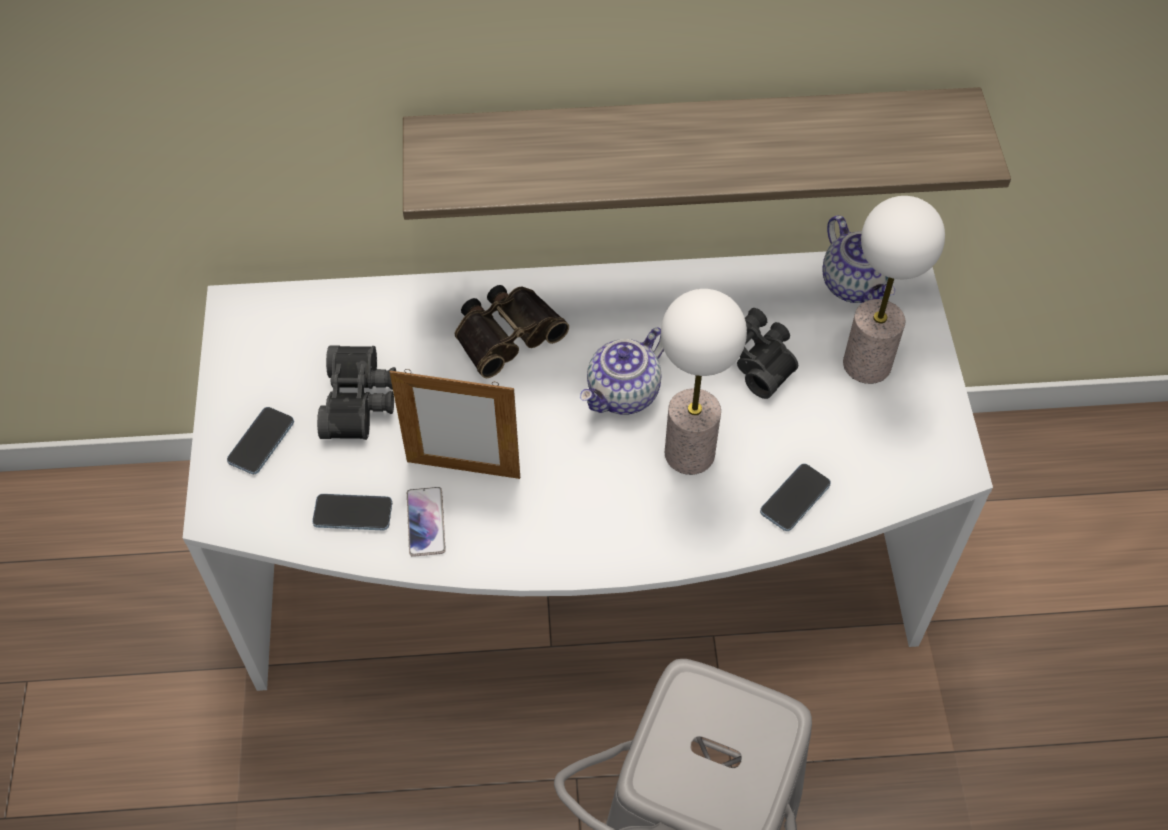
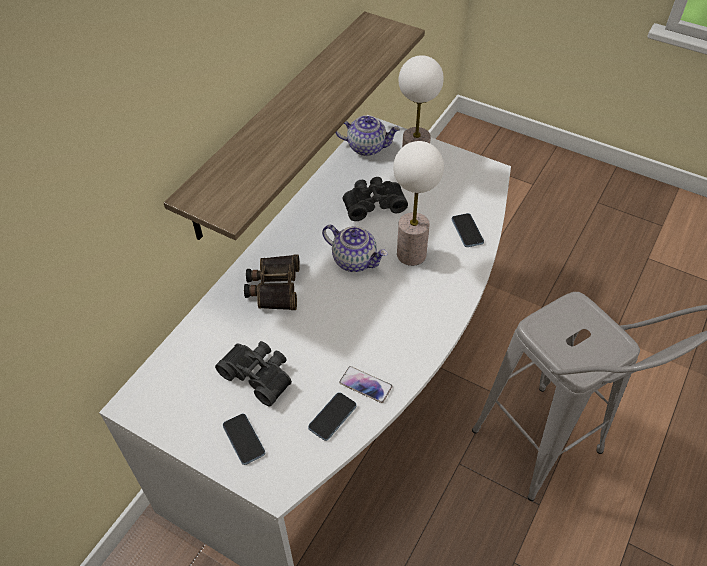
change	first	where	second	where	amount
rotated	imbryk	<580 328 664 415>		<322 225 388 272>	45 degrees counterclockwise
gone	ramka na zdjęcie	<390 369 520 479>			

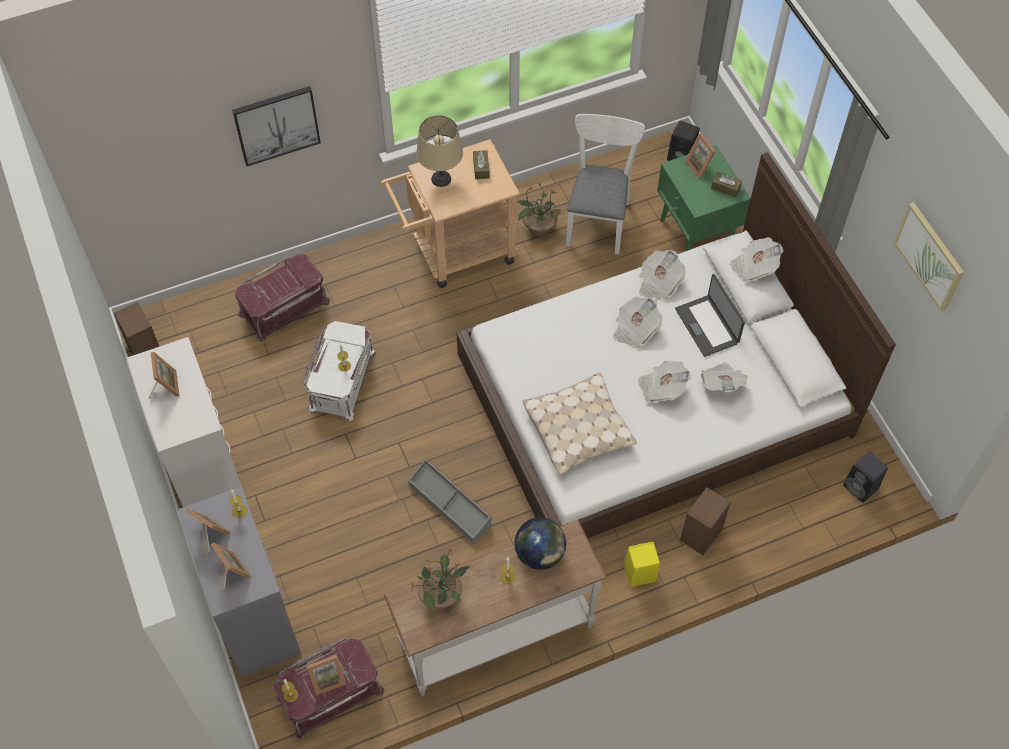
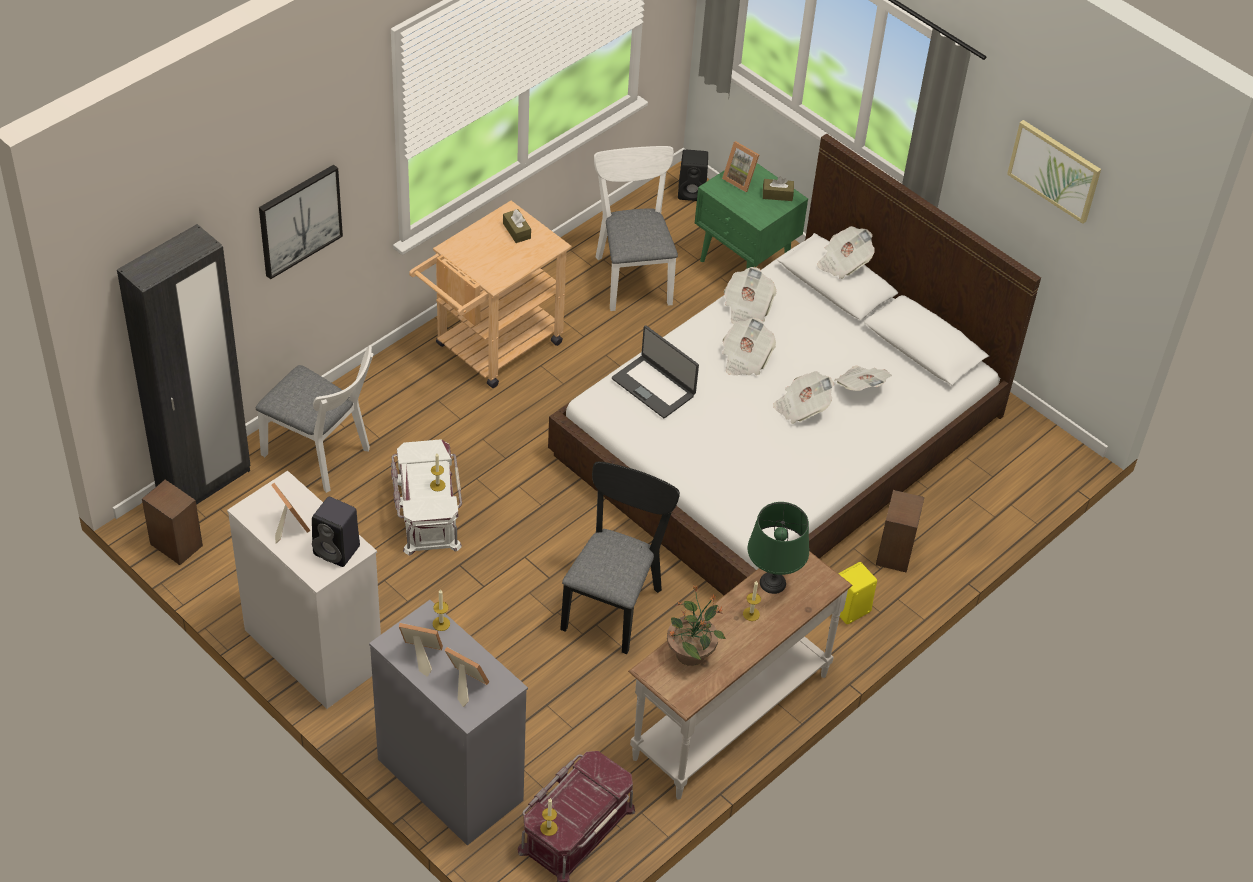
change	first	where	second	where	amount
new			szafa (czarny)	<117 224 250 505>	
swapped	pojemnik do przechowywania (czerwony)	<235 254 330 342>	krzesło (biały)	<256 346 373 493>	
shifted	głośnik (czarny)	<843 452 888 503>		<312 497 360 567>	
swapped	pojemnik do przechowywania (szary)	<408 459 491 544>	krzesło (czarny)	<560 462 680 654>	
shifted	laptop	<675 274 745 357>		<612 325 699 418>	
swapped	globus	<515 518 566 570>	lampa stołowa (zielony)	<747 502 809 594>	
gone	ramka na zdjęcie	<306 655 346 695>			
gone	lampa stołowa (beżowy)	<416 115 463 187>			
gone	roślina doniczkowa	<516 183 562 237>			
gone	poduszka (beżowy)	<522 373 637 475>			

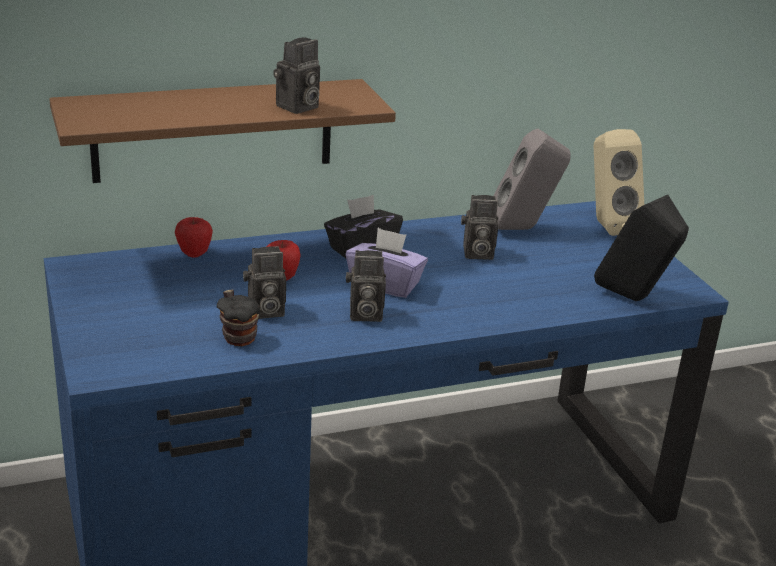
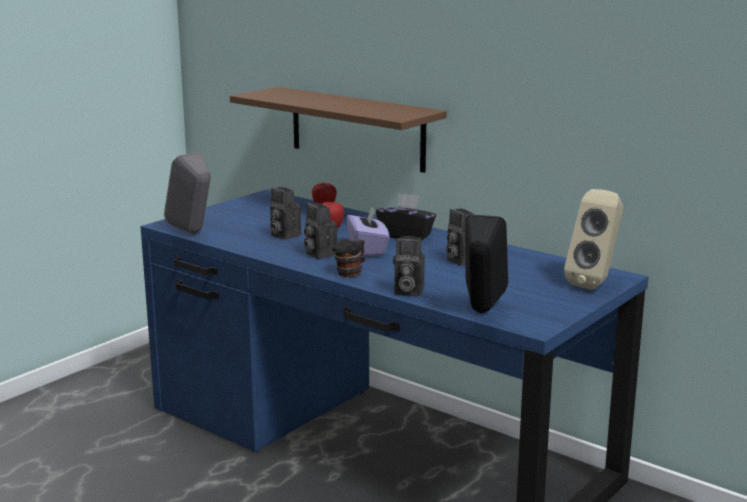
change	first	where	second	where	amount
shifted	głośnik (szary)	<494 129 571 230>		<164 152 211 234>	
shifted	kubek	<217 290 260 346>		<332 239 365 277>	
shifted	aparat fotograficzny	<273 37 320 114>		<393 236 425 297>	

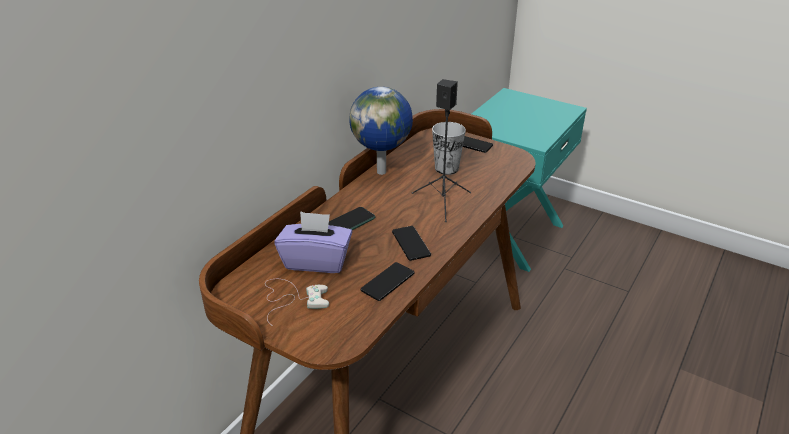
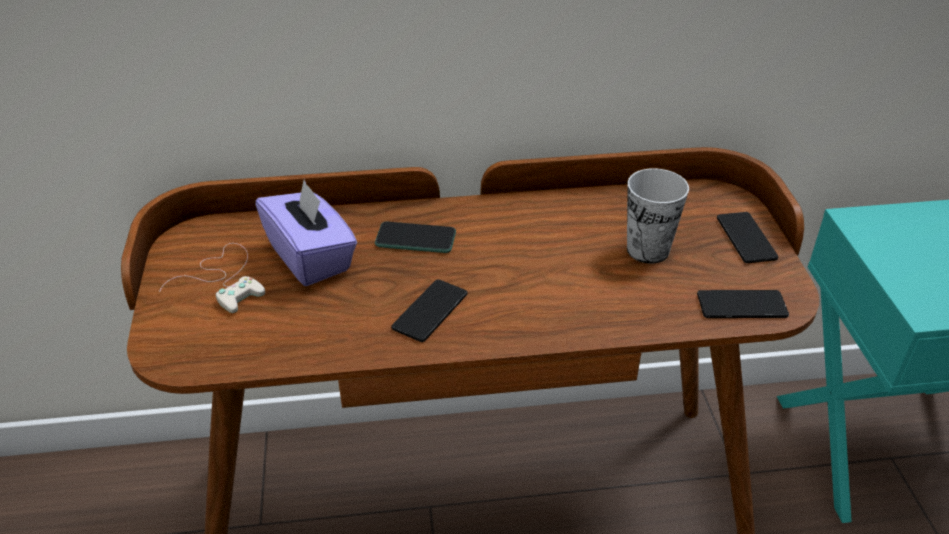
change	first	where	second	where	amount
shifted	telefon	<361 262 415 301>		<697 290 789 318>	
gone	globus	<349 87 413 175>			
gone	głośnik (czarny)	<412 79 471 222>			

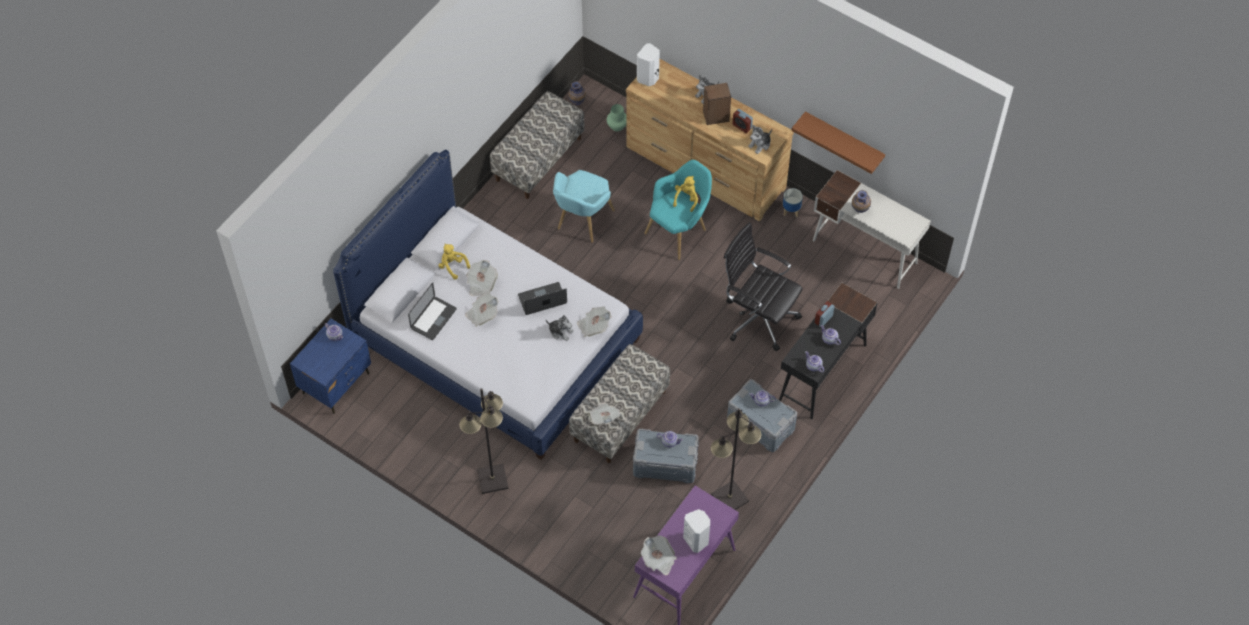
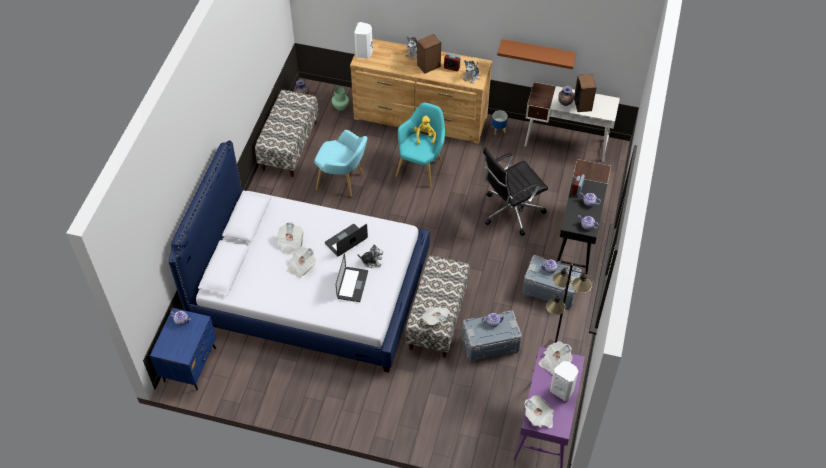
change	first	where	second	where	amount
rotated	fotel (turkusowy)	<553 170 615 243>		<314 130 367 197>	75 degrees counterclockwise
shifted	laptop	<408 283 457 340>		<336 254 368 302>	
rotated	krzesło biurowe (czarny)	<724 222 803 351>		<483 147 548 236>	45 degrees counterclockwise
shifted	gazeta	<577 306 611 337>		<539 341 573 374>	
new			głośnik	<574 74 596 112>	
gone	pluszak (żółty)	<438 244 470 280>			
gone	lampa stojąca (czarny)	<460 388 509 494>			

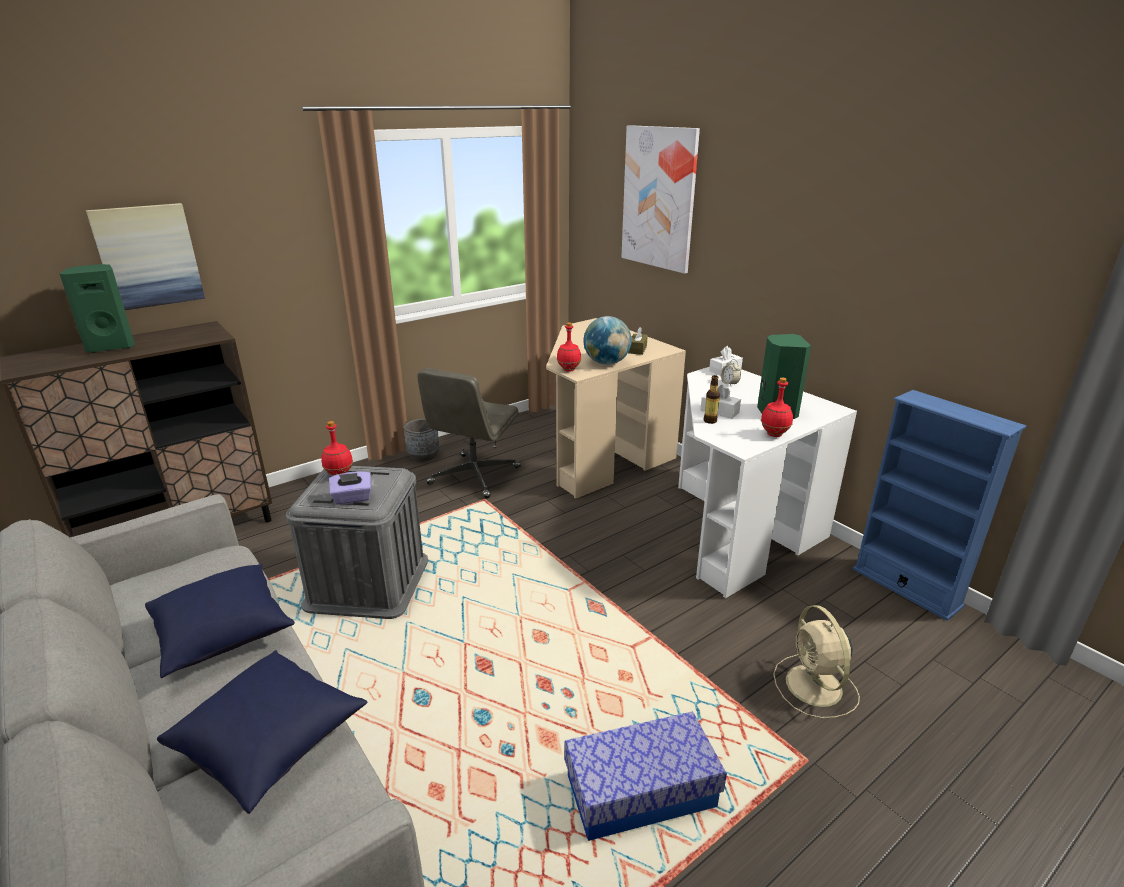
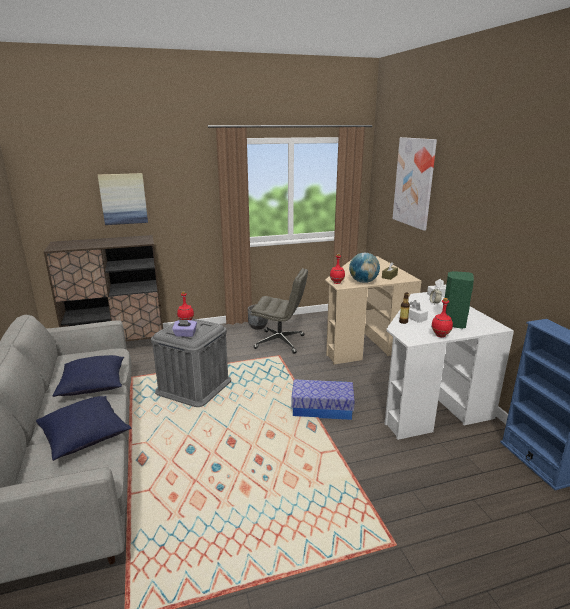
change	first	where	second	where	amount
rotated	krzesło biurowe (szary)	<417 368 521 498>		<251 268 308 354>	120 degrees counterclockwise
shifted	pojemnik do przechowywania	<564 711 727 841>		<291 379 355 420>	
gone	głośnik (zielony)	<60 264 135 353>			
gone	wentylator (beżowy)	<773 605 860 718>			

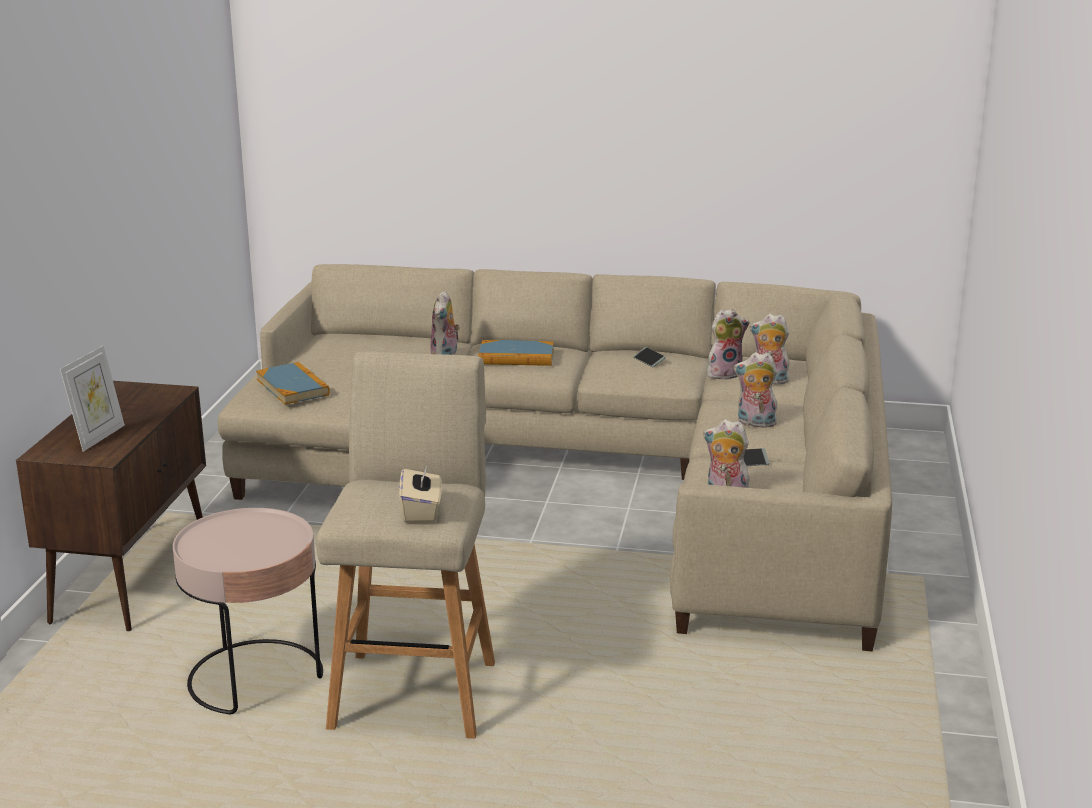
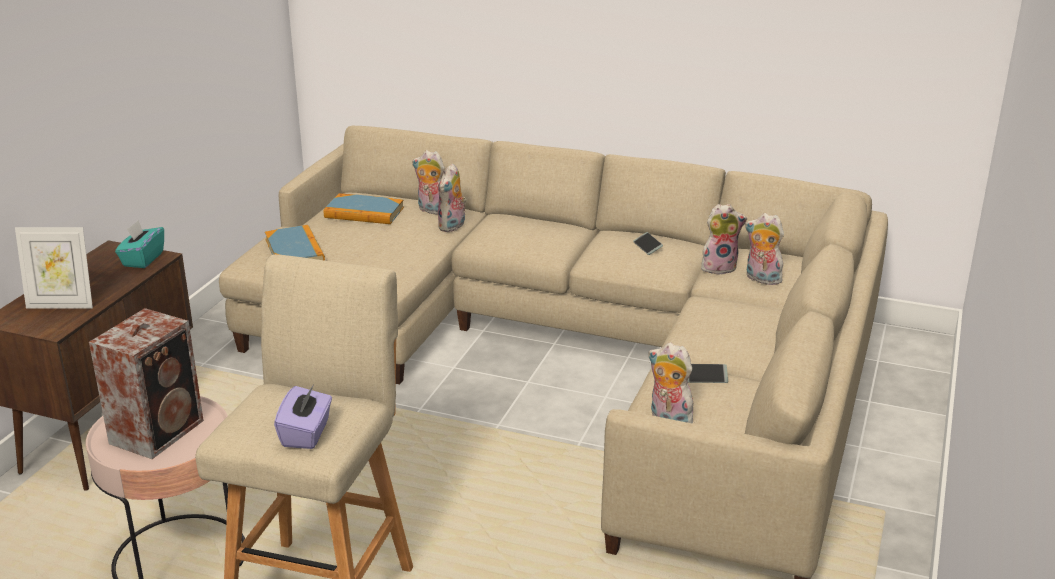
change	first	where	second	where	amount
rotated	ramka na zdjęcie	<60 346 125 452>		<15 227 93 308>	60 degrees clockwise
new			głośnik	<89 308 204 459>	
new			pudełko chusteczek (turkusowy)	<115 220 164 268>	
repainted	pudełko chusteczek (beżowy)	<399 463 442 523>	pudełko chusteczek (fioletowy)	<274 386 332 449>	
shifted	książka	<478 340 554 366>		<324 193 404 224>	
shifted	pluszak	<734 352 777 428>		<412 150 445 215>	

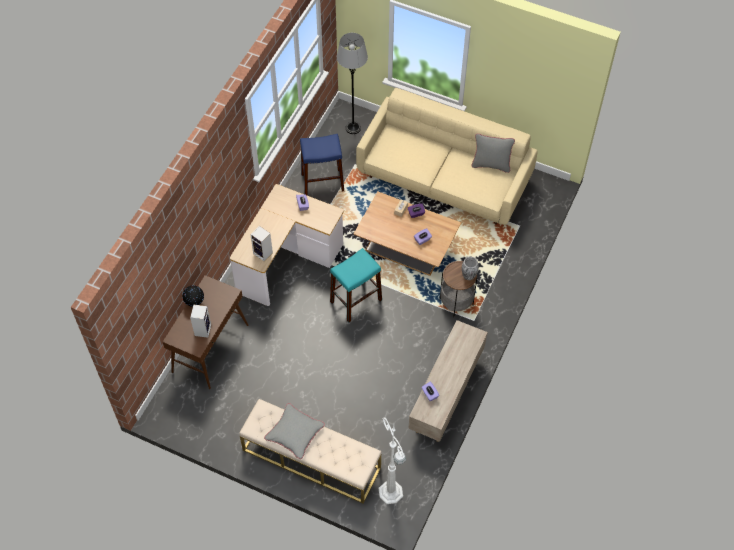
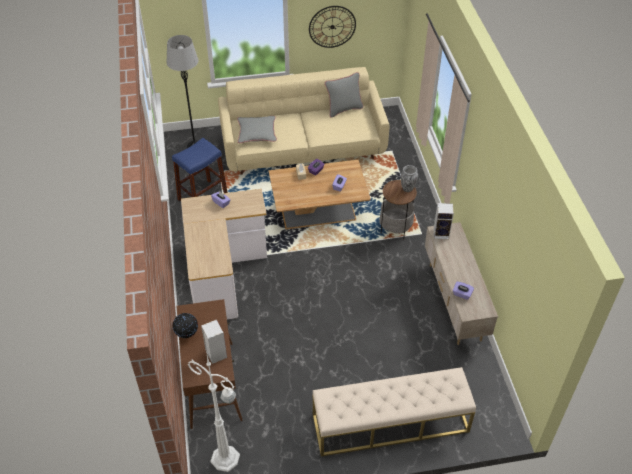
change	first	where	second	where	amount
shifted	lampa stojąca (biały)	<378 417 406 504>		<188 351 240 472>	
shifted	poduszka (szary)	<264 403 325 459>		<237 116 277 143>	
new			zegar ścienny	<309 6 356 48>	
shifted	głośnik	<250 226 273 261>		<434 203 454 239>	
gone	stołek (turkusowy)	<330 248 382 322>			

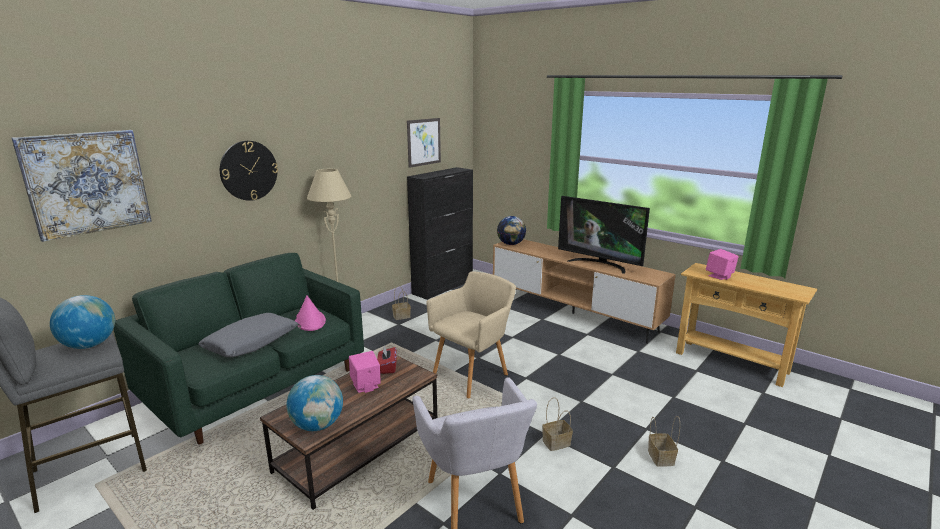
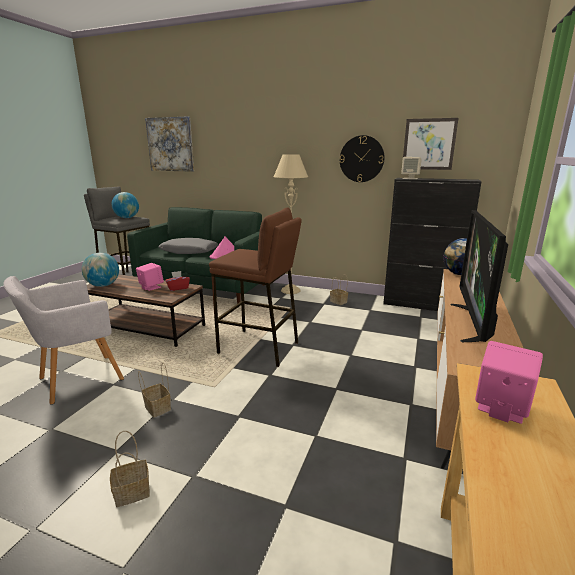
change	first	where	second	where	amount
swapped	fotel (beżowy)	<426 271 516 398>	stołek (brązowy)	<209 207 302 367>	
shifted	zegar ścienny	<220 141 278 201>		<340 135 385 182>	
new			głośnik (beżowy)	<401 157 422 179>	

